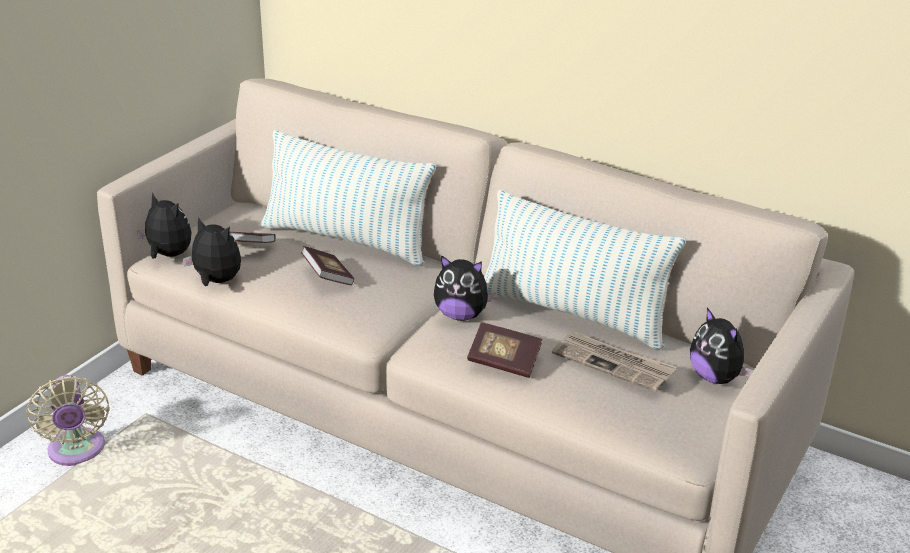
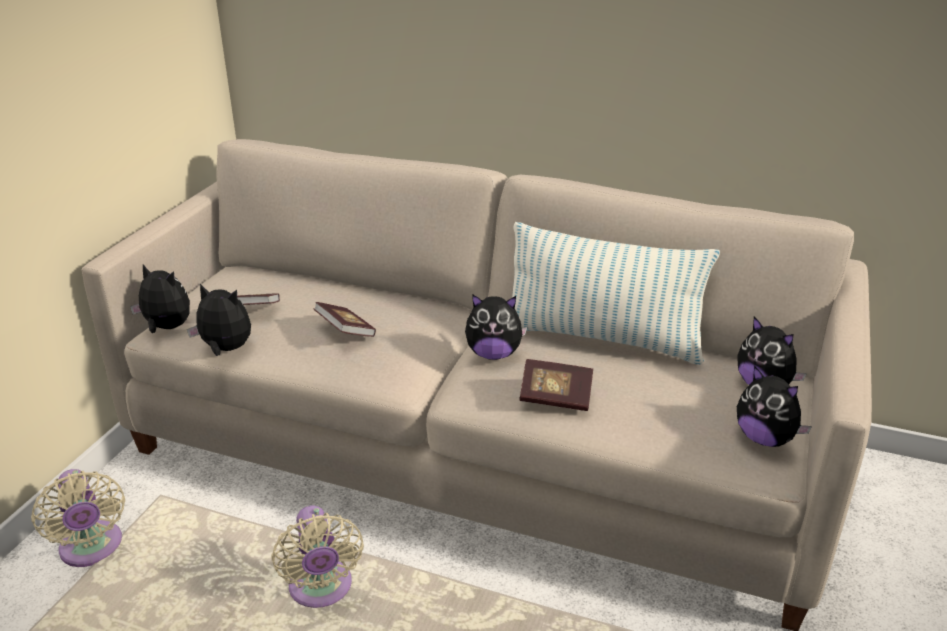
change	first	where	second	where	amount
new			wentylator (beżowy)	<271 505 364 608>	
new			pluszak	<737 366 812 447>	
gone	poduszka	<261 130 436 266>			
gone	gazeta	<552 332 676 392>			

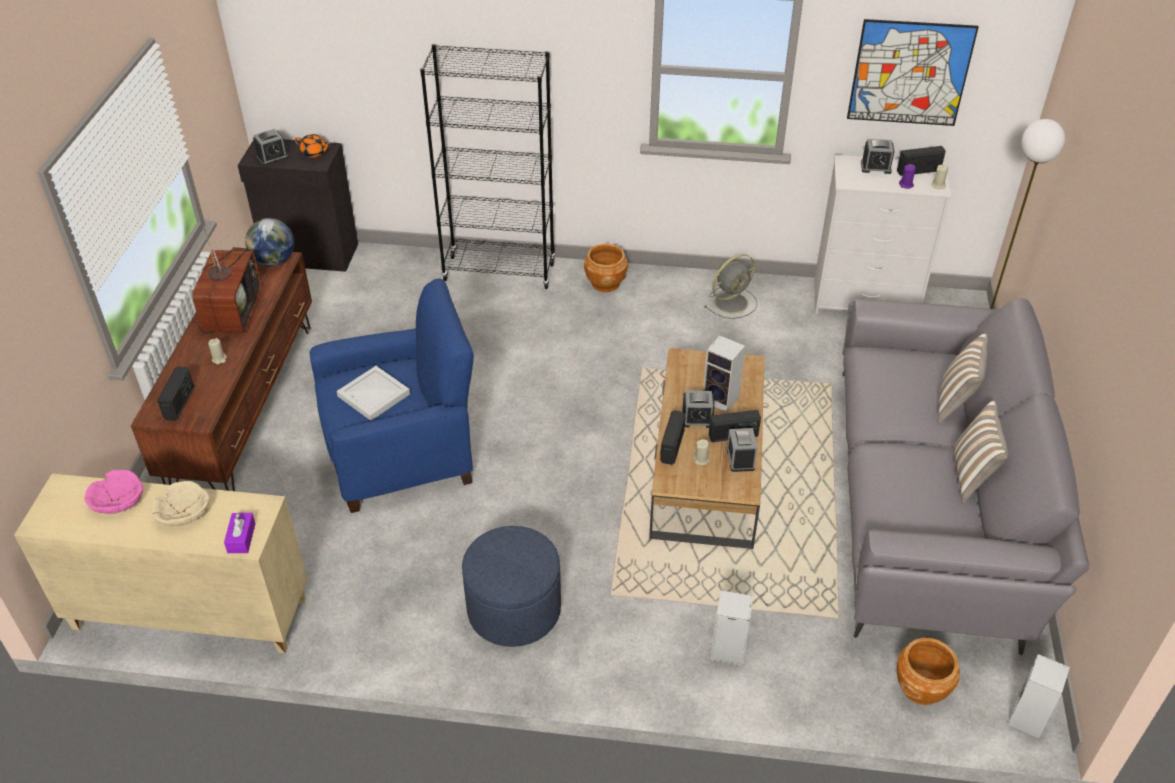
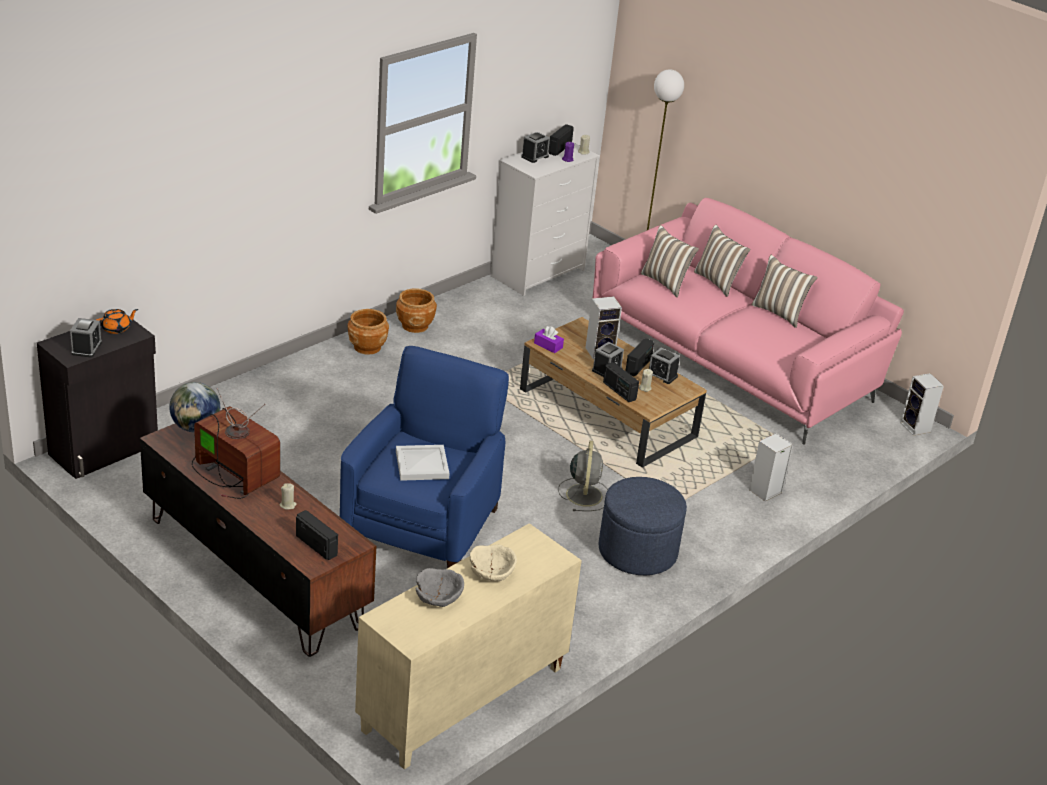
change	first	where	second	where	amount
shifted	donica (brązowy)	<897 638 960 705>		<396 288 437 333>	
repainted	miska (różowy)	<85 470 143 514>	miska (szary)	<415 568 464 607>	
shifted	pudełko chusteczek (fioletowy)	<224 512 256 553>		<534 326 564 353>	
shifted	wentylator (szary)	<704 254 757 319>		<558 441 608 511>	
repainted	kanapa (szary)	<842 298 1089 655>	kanapa (różowy)	<592 198 904 444>	
new			poduszka	<641 225 699 297>	
gone	regał (czarny)	<420 44 555 289>			
gone	obraz	<847 19 979 126>			

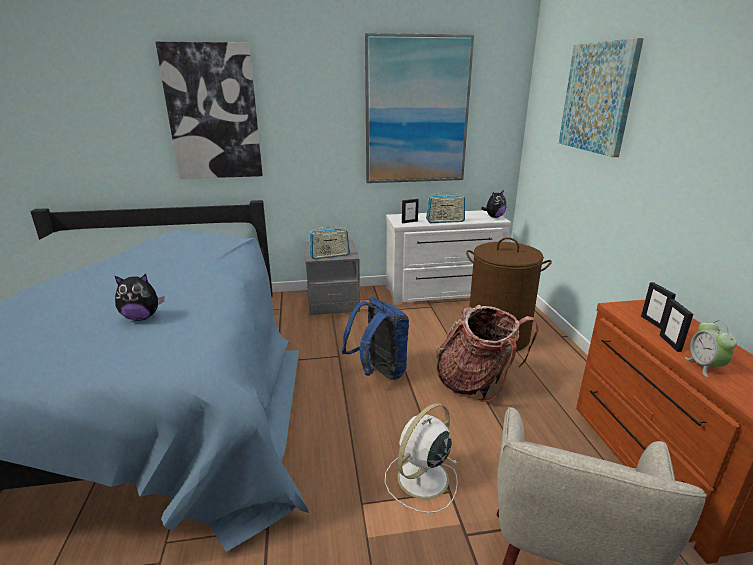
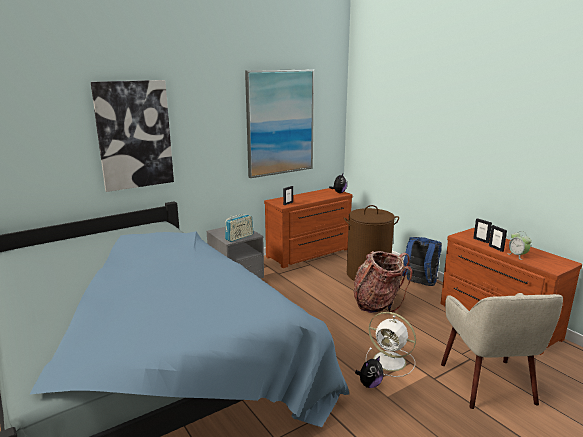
change	first	where	second	where	amount
repainted	komoda (biały)	<386 210 511 305>	komoda (brązowy)	<264 188 352 268>	
shifted	pluszak	<114 274 164 321>		<355 356 383 388>	
rotated	wentylator (biały)	<385 403 458 513>		<366 312 416 377>	75 degrees counterclockwise
shifted	plecak (niebieski)	<342 298 409 380>		<402 237 442 286>	
gone	radio	<426 190 465 223>			
gone	obraz	<559 38 644 157>			

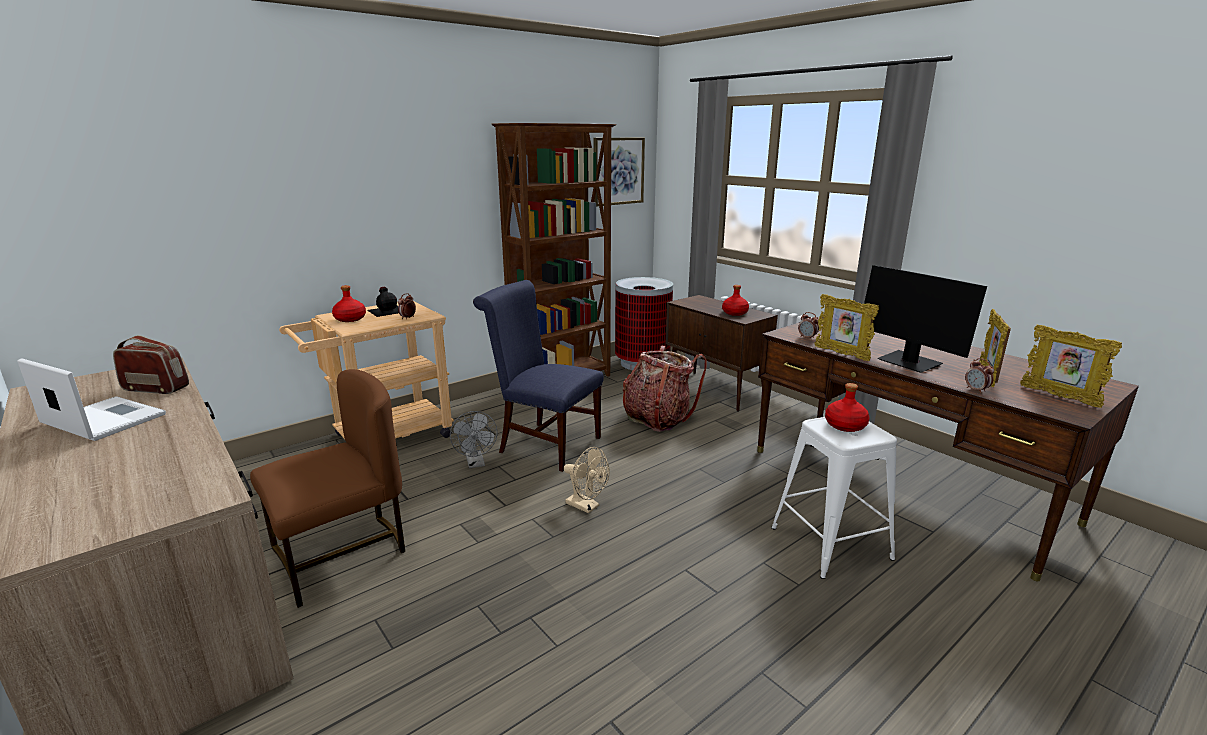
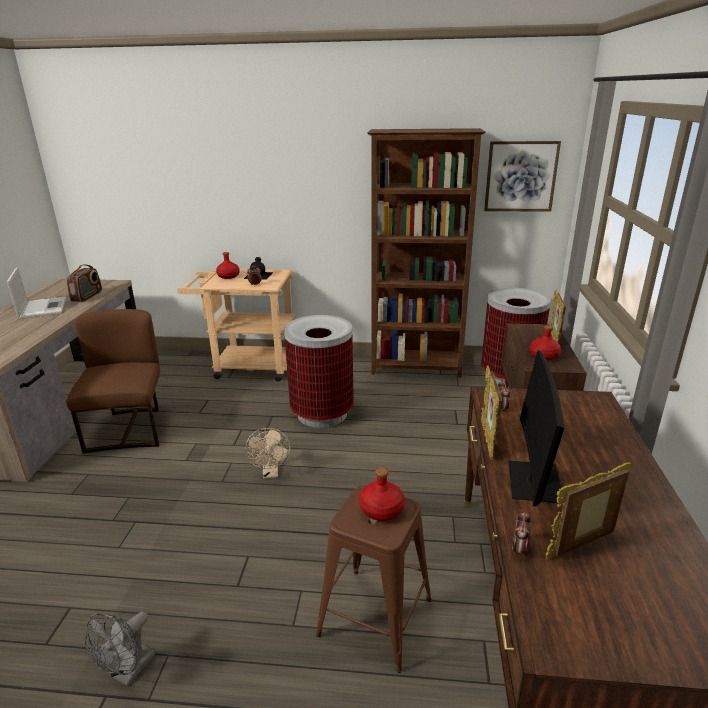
change	first	where	second	where	amount
rotated	radio	<113 335 189 394>		<66 264 102 302>	45 degrees clockwise
rotated	krzesło (brązowy)	<250 369 405 608>		<66 309 160 454>	105 degrees counterclockwise
shifted	wentylator (szary)	<450 411 498 468>		<85 612 155 686>	
swapped	krzesło (niebieski)	<473 280 604 472>	kosz na śmieci	<284 315 354 428>	
repainted	stołek (biały)	<772 417 897 579>	stołek (brązowy)	<316 485 432 673>	
shifted	ramka na zdjęcie	<1020 324 1122 408>		<549 290 566 344>	
gone	plecak	<623 346 707 432>			

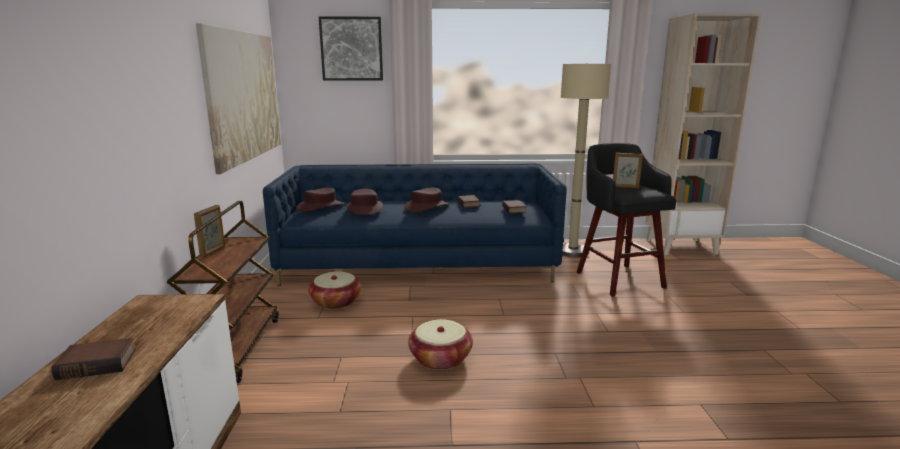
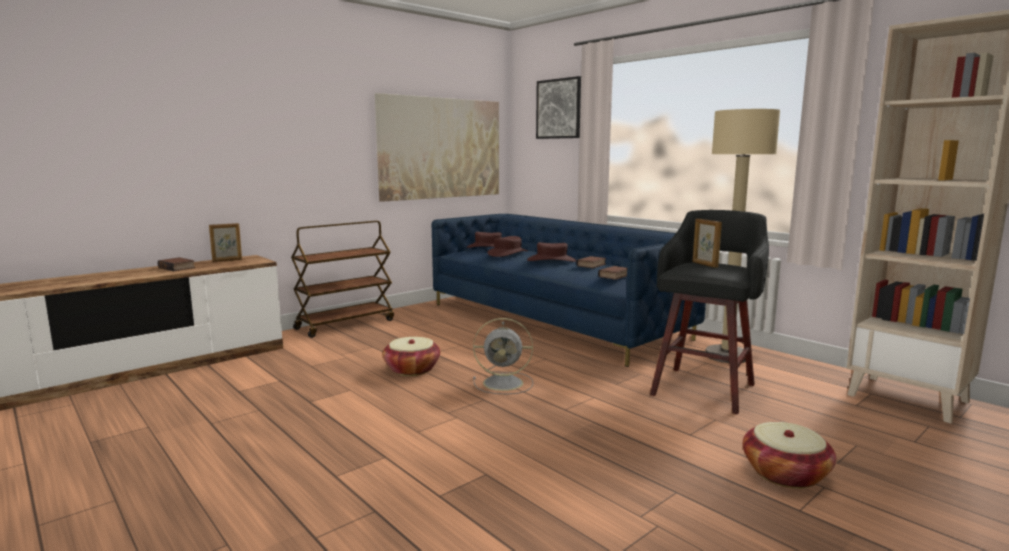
change	first	where	second	where	amount
shifted	ramka na zdjęcie	<194 205 225 258>		<209 223 242 262>	
new			wentylator (szary)	<473 318 533 395>	
shifted	koszyk	<308 271 361 309>		<743 422 836 488>	

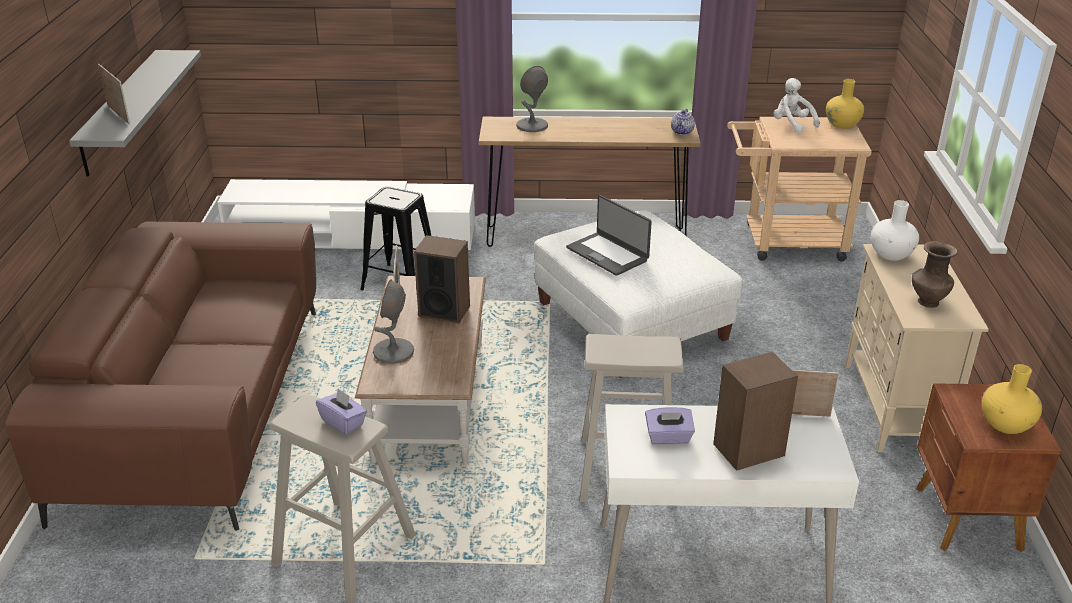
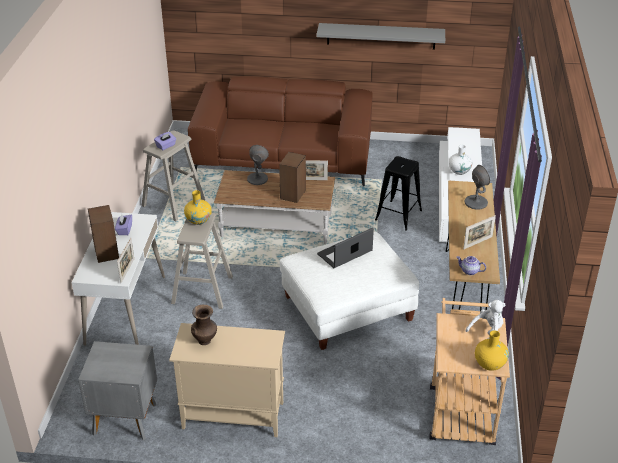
change	first	where	second	where	amount
repainted	szafka nocna (brązowy)	<916 383 1061 552>	szafka nocna (szary)	<78 341 157 440>	
shifted	wazon (żółty)	<982 364 1042 434>		<184 190 212 225>	
shifted	wazon (biały)	<871 200 919 261>		<449 145 472 175>	
shifted	ramka na zdjęcie	<98 64 130 125>		<463 215 496 249>	

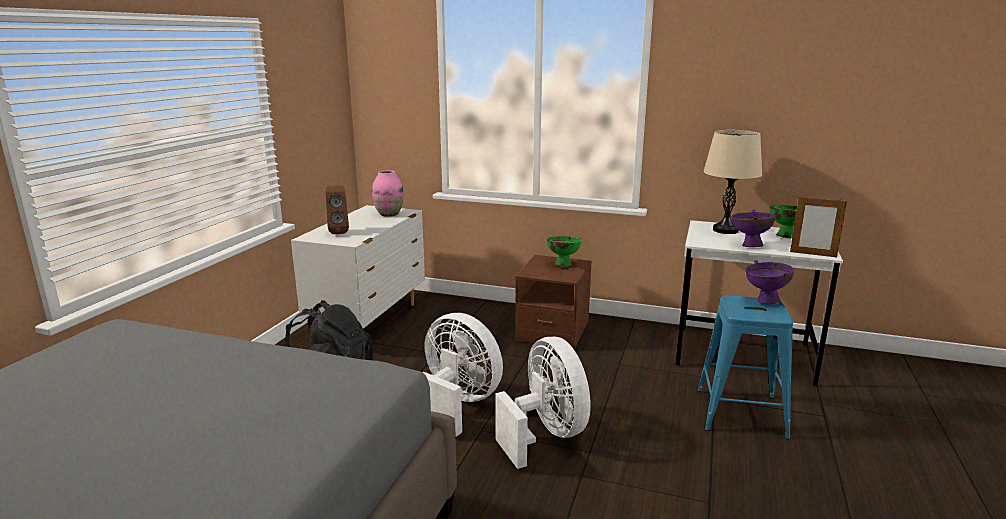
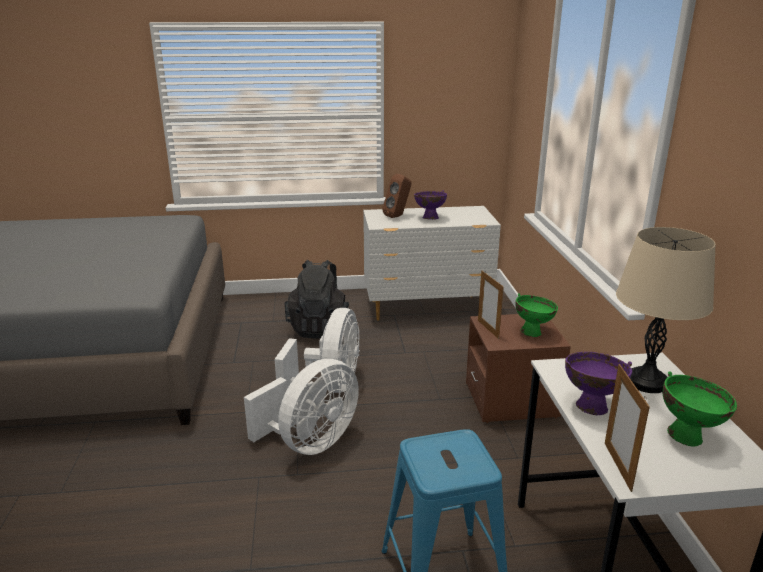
change	first	where	second	where	amount
shifted	miska (fioletowy)	<745 260 794 304>		<414 190 447 220>	
new			ramka na zdjęcie	<478 270 504 339>	
gone	wazon (różowy)	<372 170 404 217>			

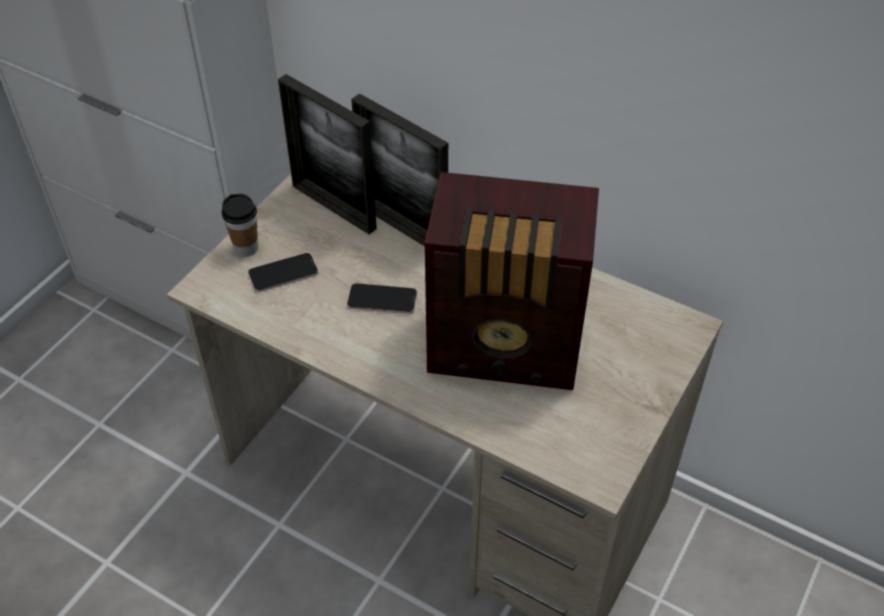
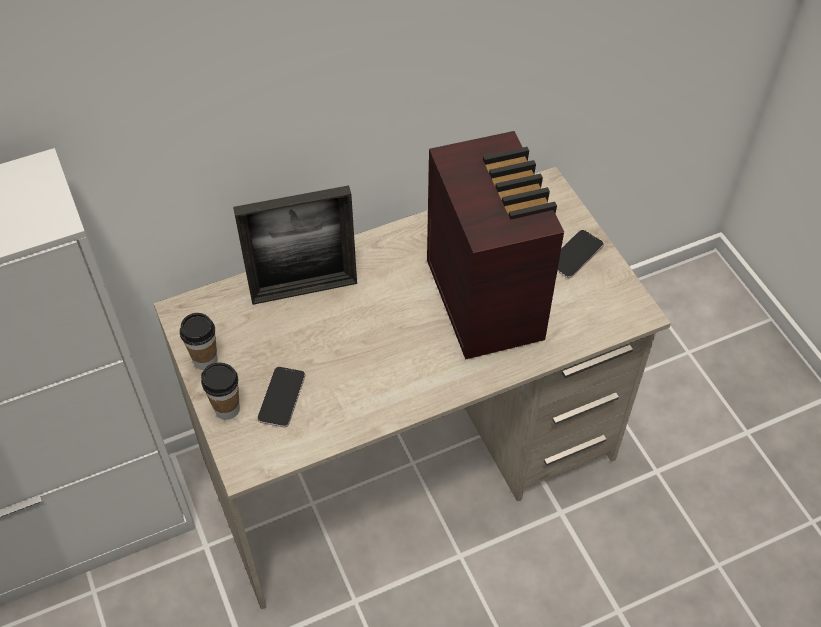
change	first	where	second	where	amount
new			filiżanka	<180 313 218 370>	
rotated	radio	<425 172 599 390>		<427 131 564 360>	60 degrees counterclockwise
shifted	telefon	<347 283 417 314>		<557 230 604 278>	
gone	ramka na zdjęcie	<278 74 377 234>			

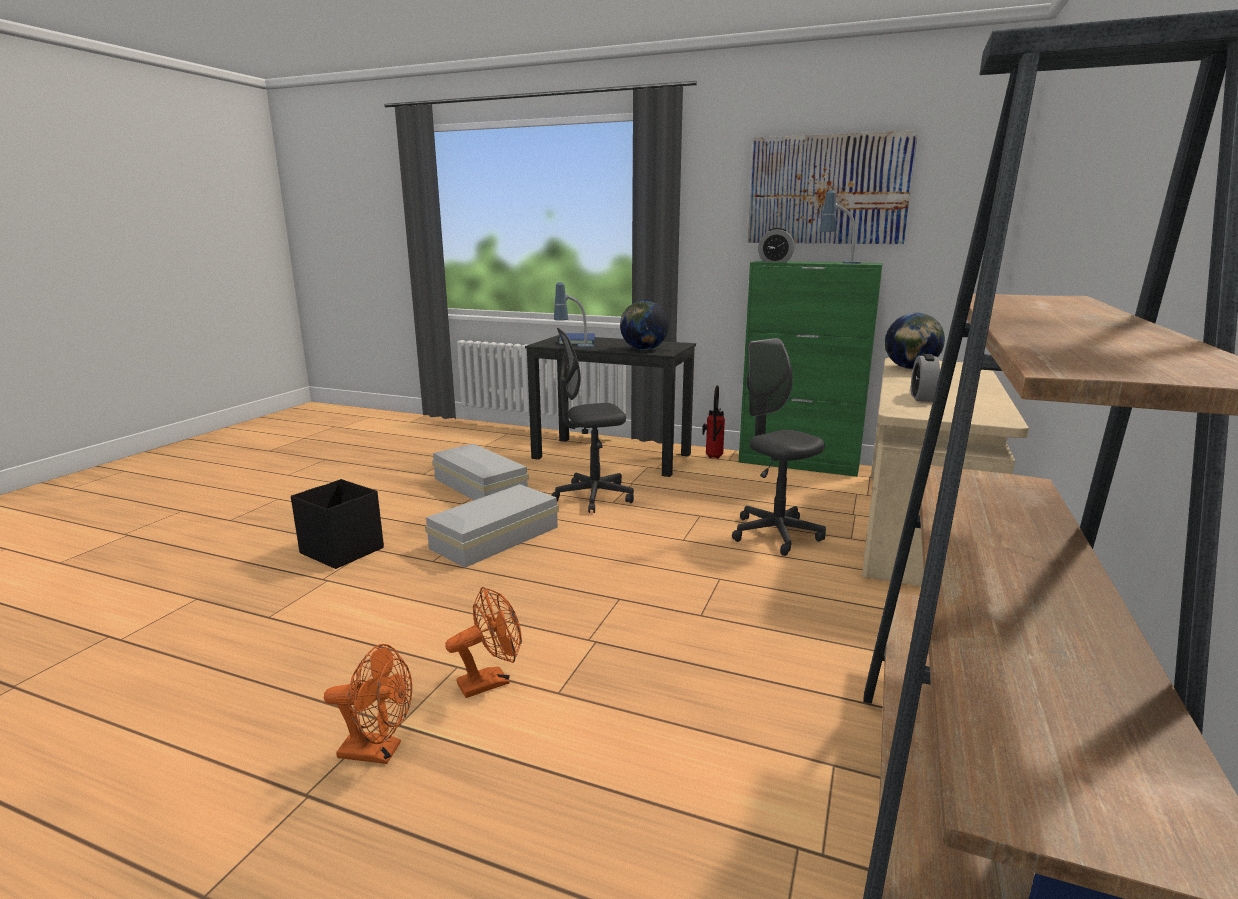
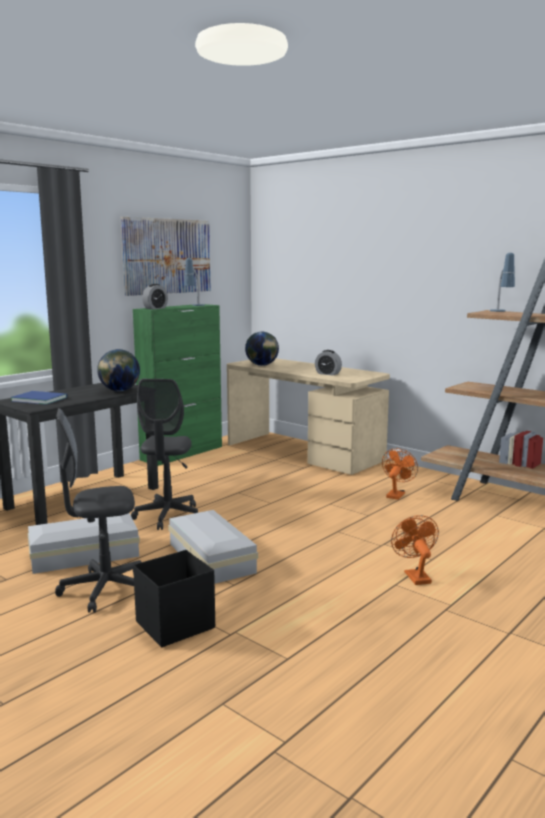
change	first	where	second	where	amount
shifted	krzesło biurowe (szary)	<732 338 826 556>		<55 408 141 613>	
shifted	wentylator (pomarańczowy)	<324 644 412 764>		<382 448 418 500>	
shifted	lampa stołowa	<554 282 594 348>		<490 253 515 312>	
gone	gaśnica	<702 386 725 459>			

